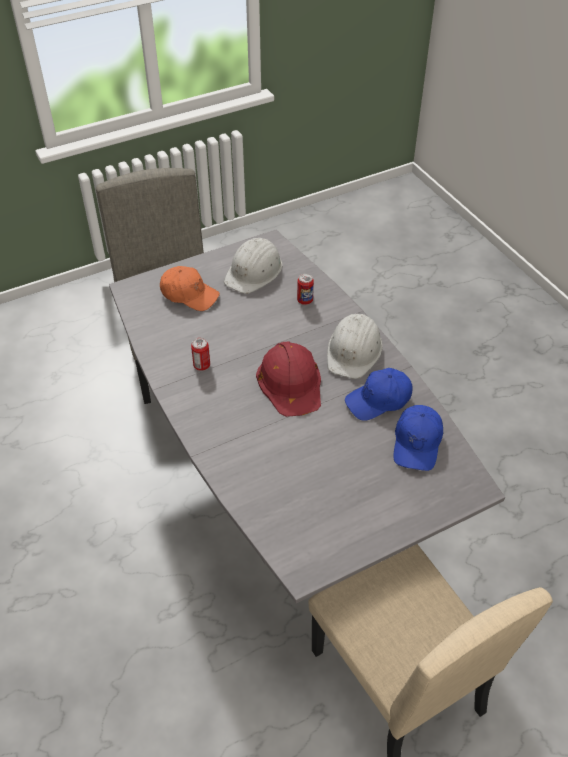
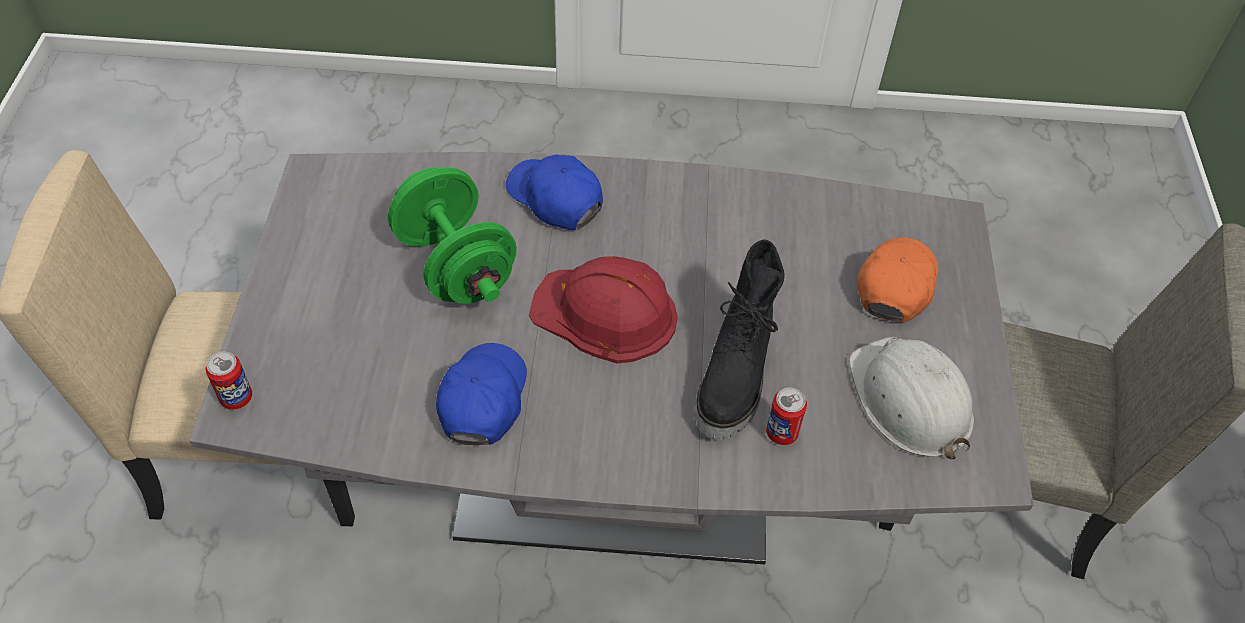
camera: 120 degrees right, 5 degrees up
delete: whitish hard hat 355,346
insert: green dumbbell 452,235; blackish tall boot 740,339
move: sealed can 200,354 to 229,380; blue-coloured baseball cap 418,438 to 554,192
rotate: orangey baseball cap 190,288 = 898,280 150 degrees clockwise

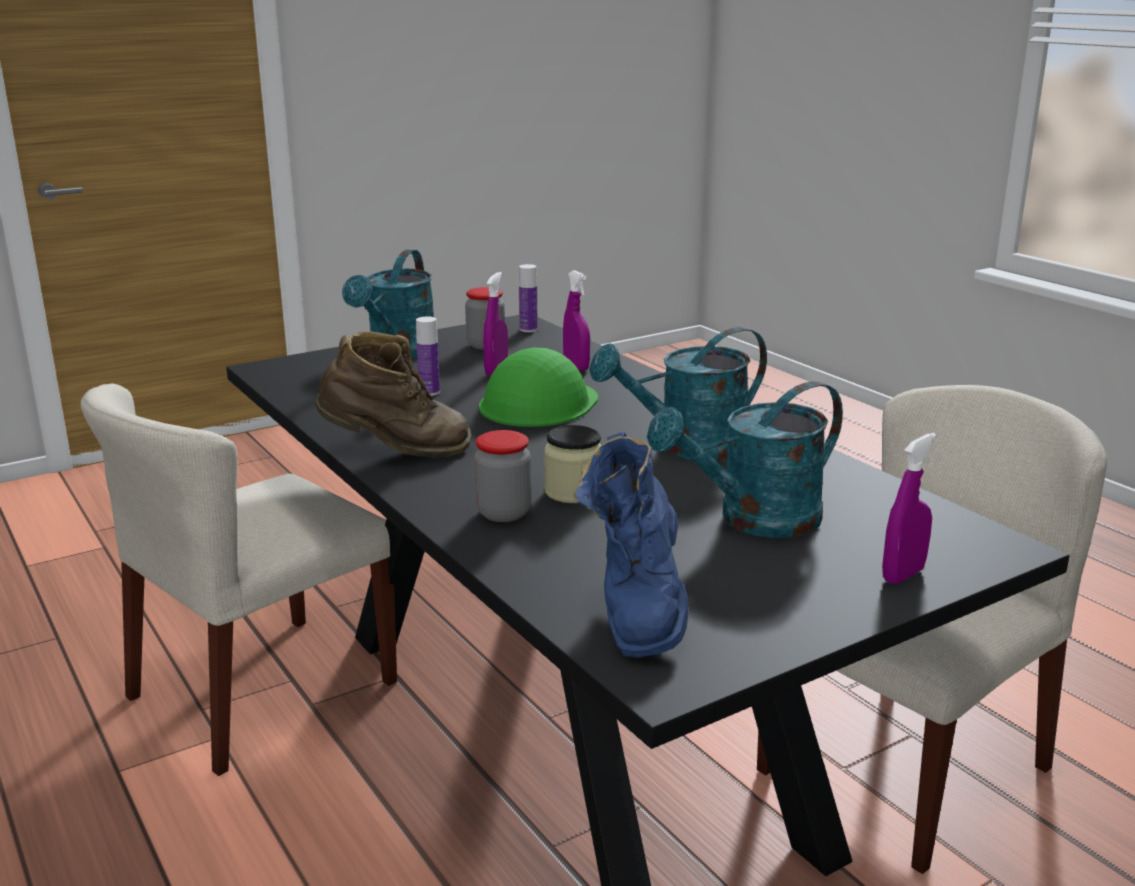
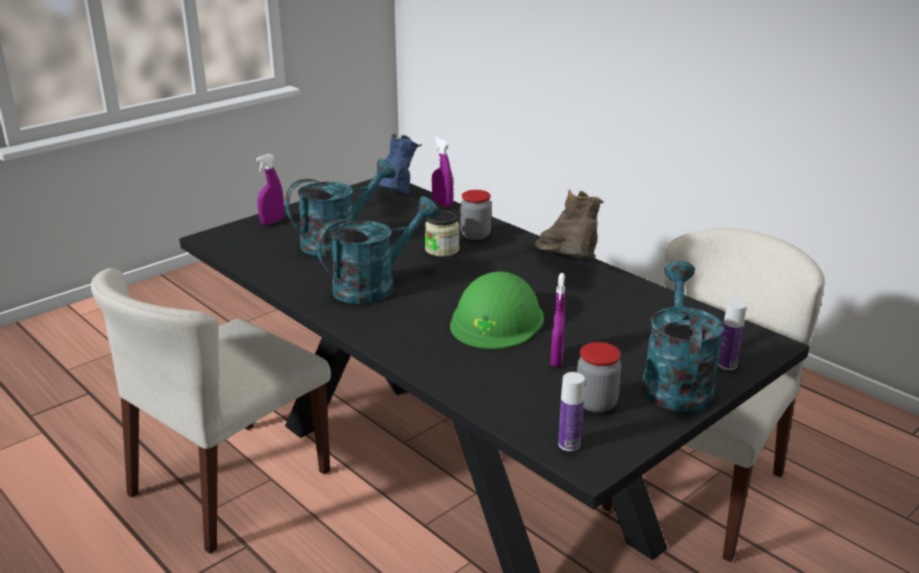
camera: 170 degrees right, 5 degrees up
move: drink bottle 428,356 to 732,335; purple-coloured hand sprayer 576,320 to 442,172
rotate: brownish tall boot 393,394 = 569,224 90 degrees clockwise

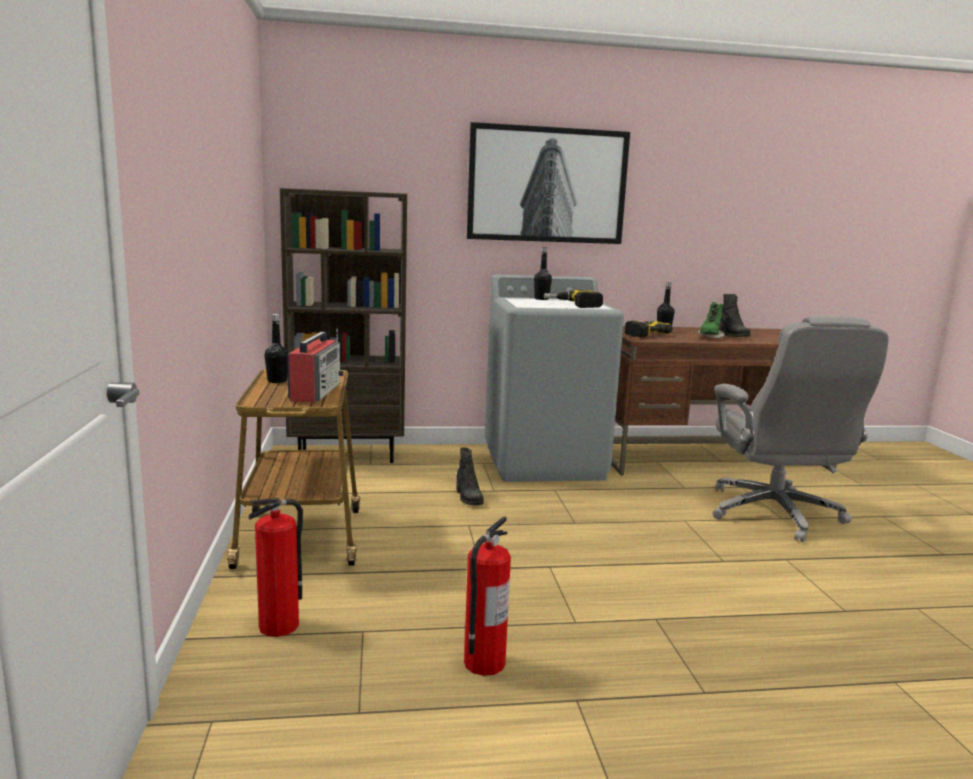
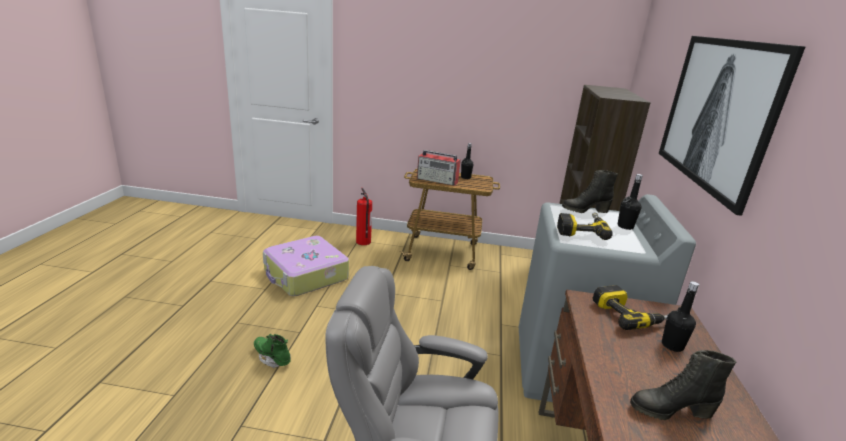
camera: 105 degrees right, 10 degrees up
move: blackish tall boot 470,476 to 590,191; green tall boot 710,320 to 272,351
replace: fire extinguisher 487,596 to suitcase 306,266

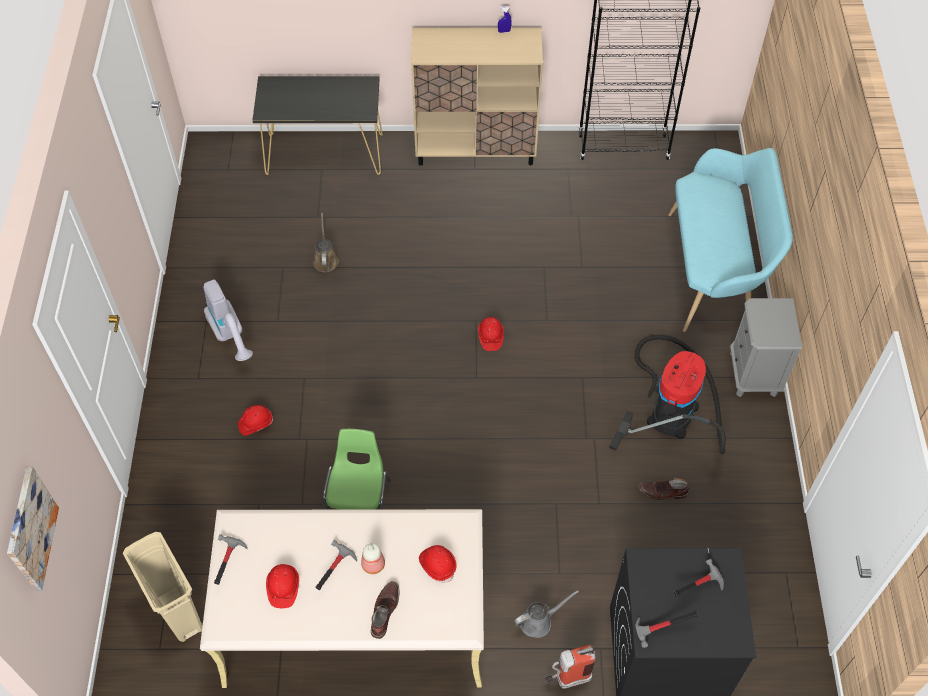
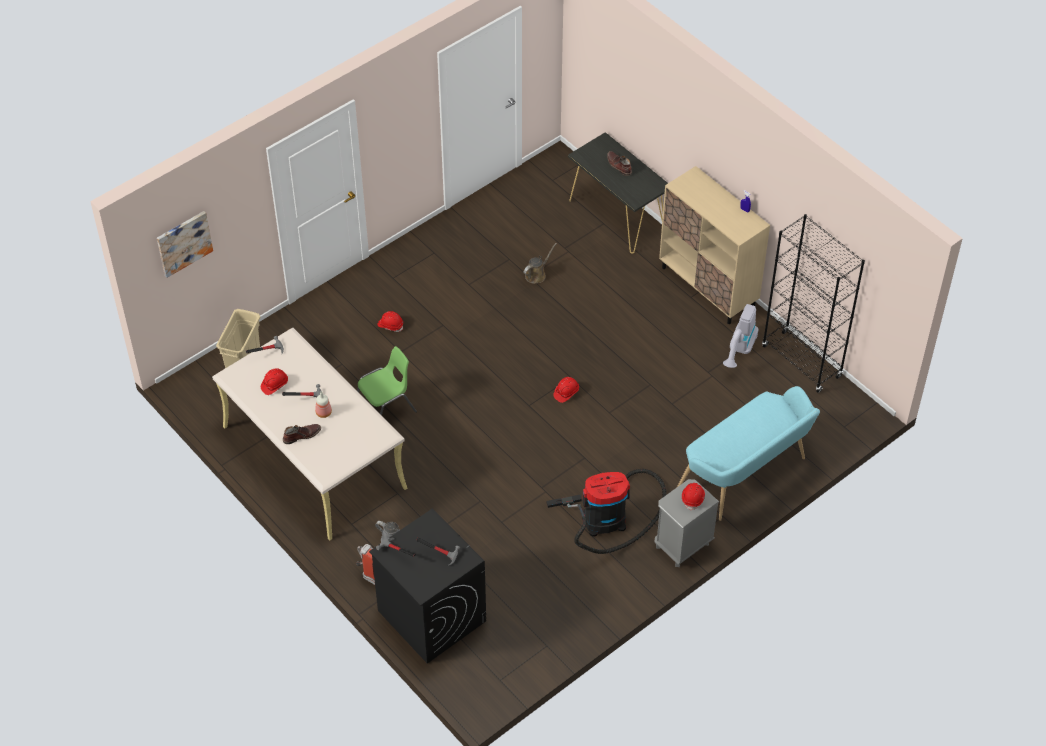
camera: 50 degrees right, 5 degrees down
move: vacuum cleaner 228,320 to 740,336; red-coloured hard hat 438,564 to 693,497; brownish tall boot 664,489 to 619,163

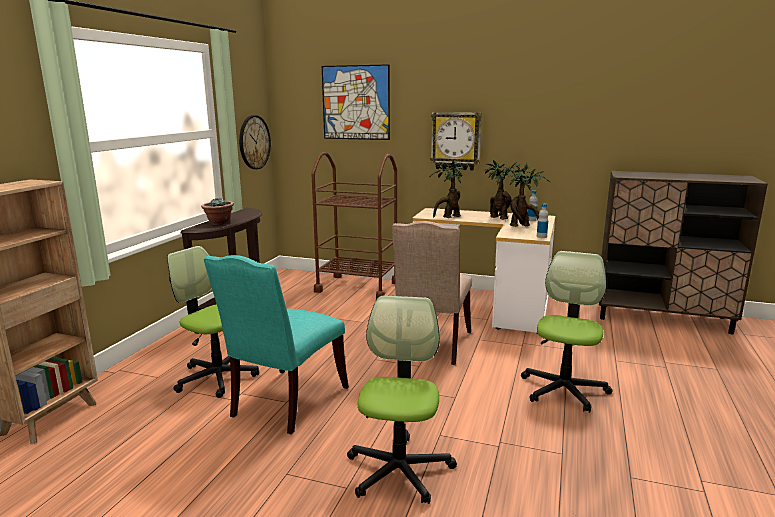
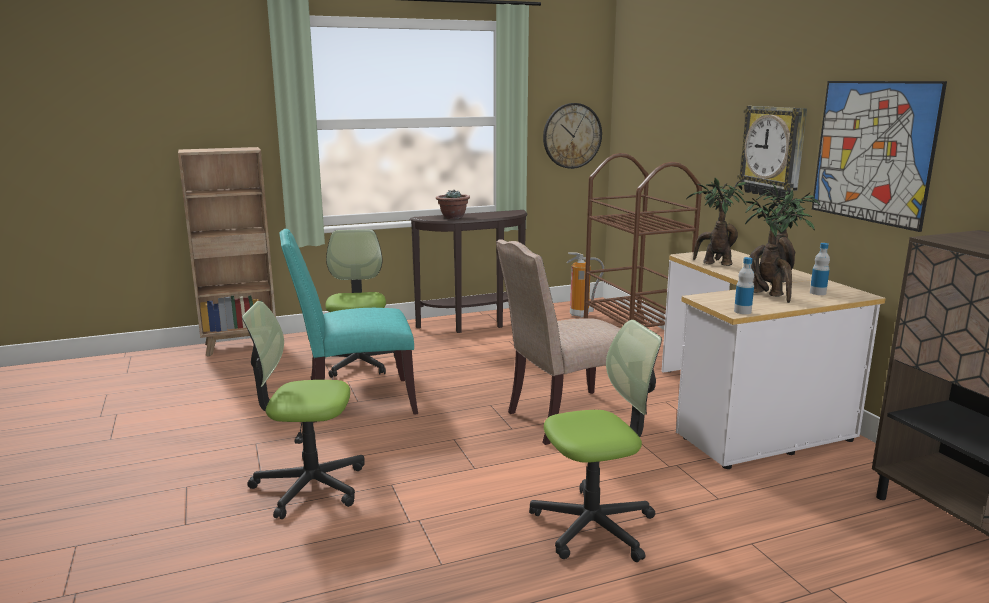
camera: 50 degrees right, 0 degrees up
insert: fire extinguisher 585,284
move: picture 356,102 to 879,156
rotate: computer chair 402,399 = 303,410 150 degrees counterclockwise

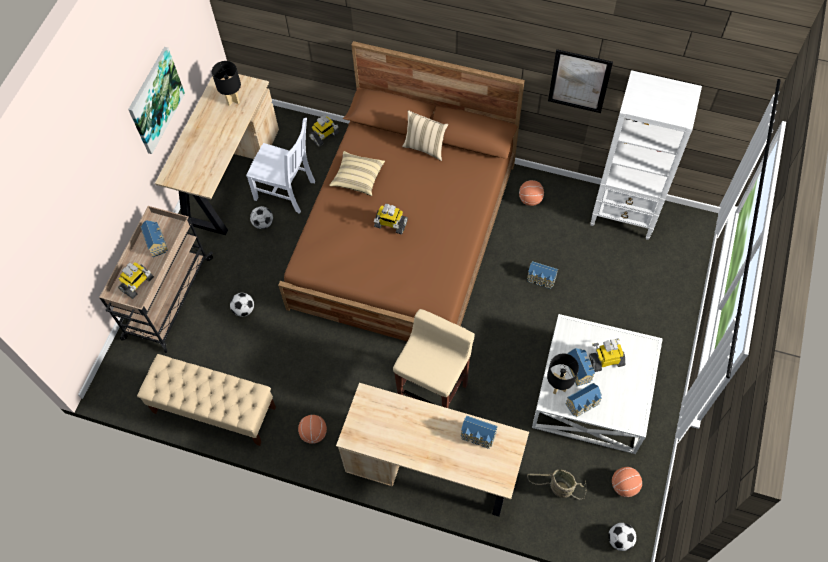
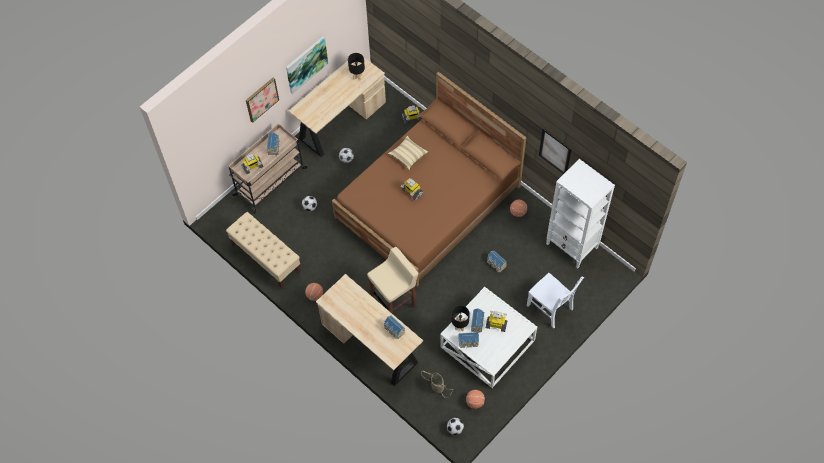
camera: 25 degrees right, 0 degrees up
delete: beige cushion 425,135
insert: picture 262,100
move: whitish plain chair 280,166 to 555,300

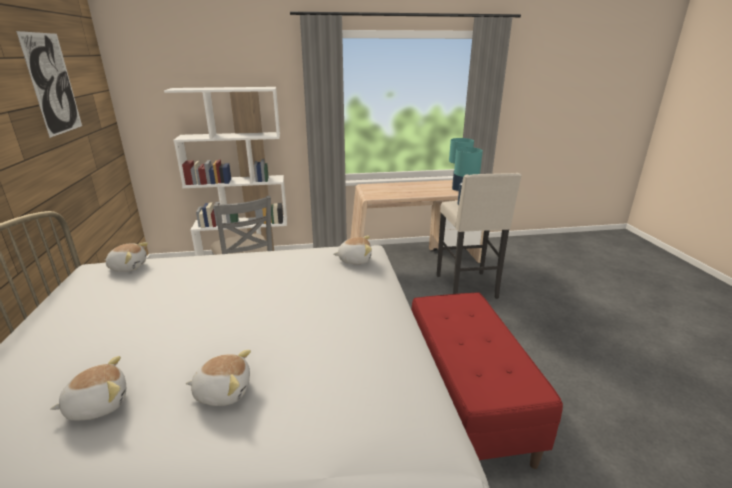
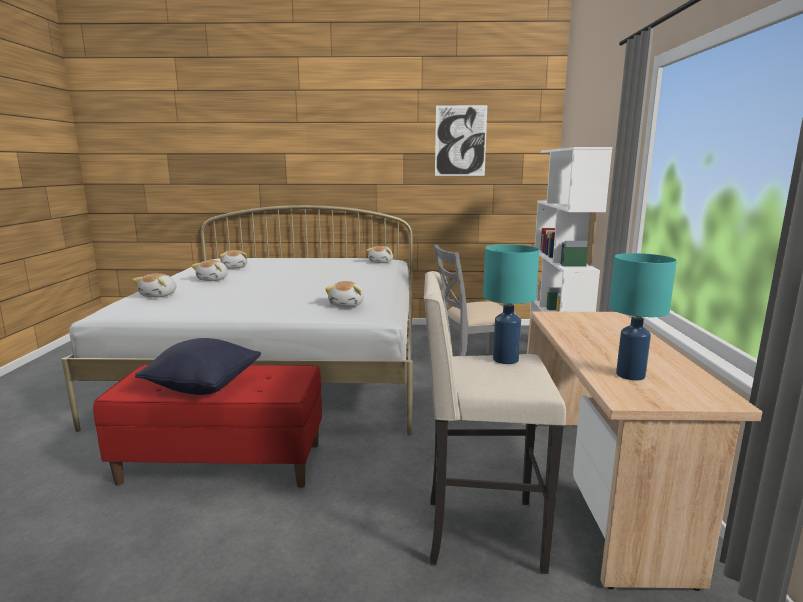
camera: 100 degrees right, 10 degrees down
insert: cuddly toy 154,285; blackish cushion 198,366

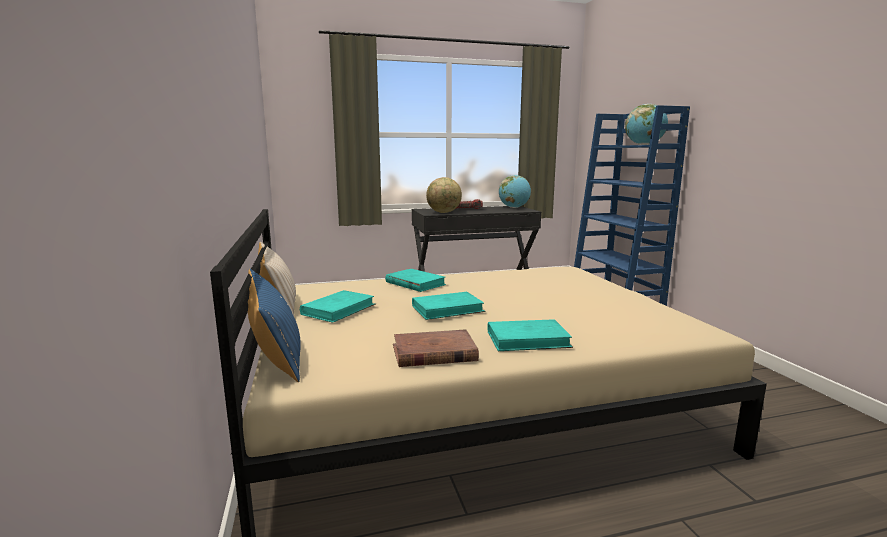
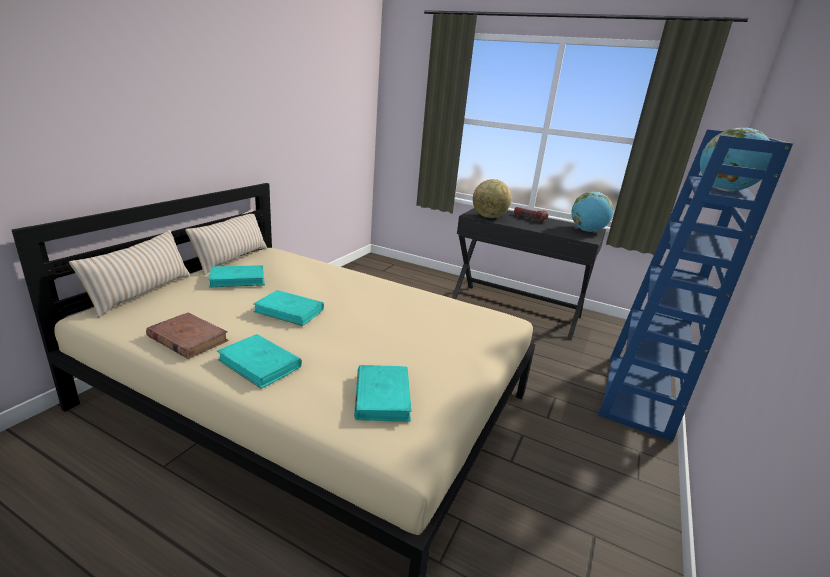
camera: 40 degrees right, 10 degrees up
move: blue-green book 415,280 to 383,393
recolor: blue-coloured cushion 274,325 to beige cushion 130,274

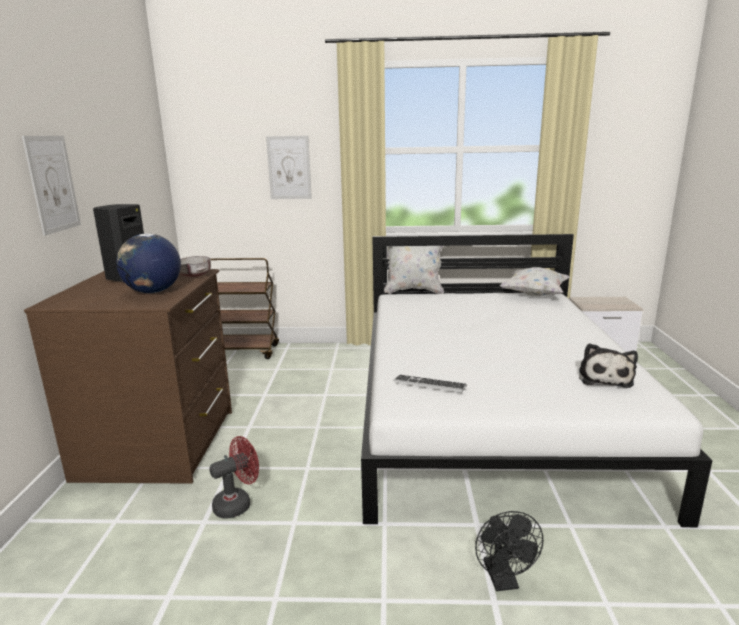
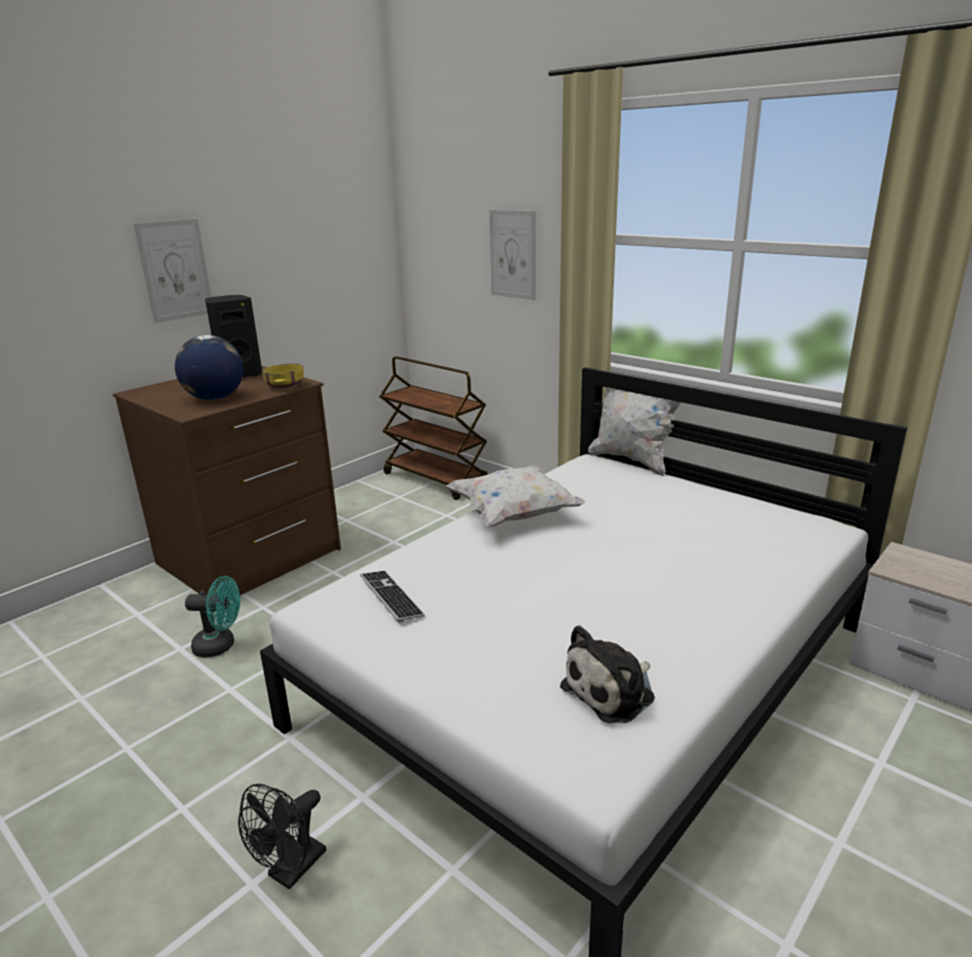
camera: 40 degrees right, 5 degrees up
move: whitish cushion 534,281 to 516,496
recolor: grey deep dish 195,266 to yellowish deep dish 283,376; red-coloured electric fan 234,477 to blue-green electric fan 212,616

